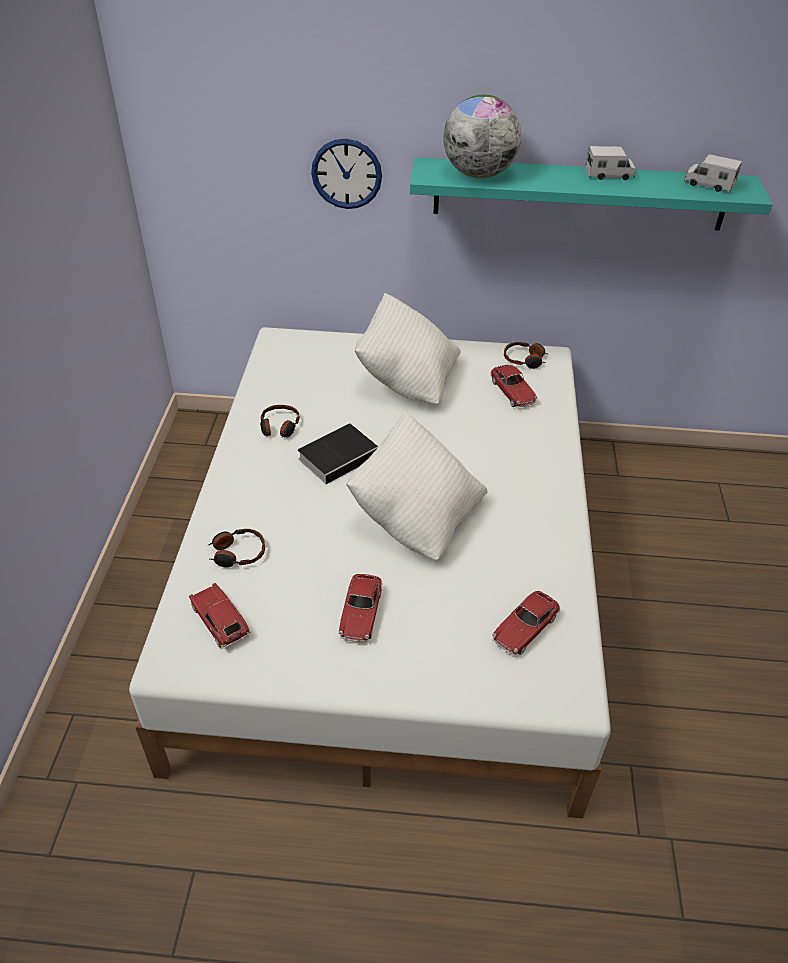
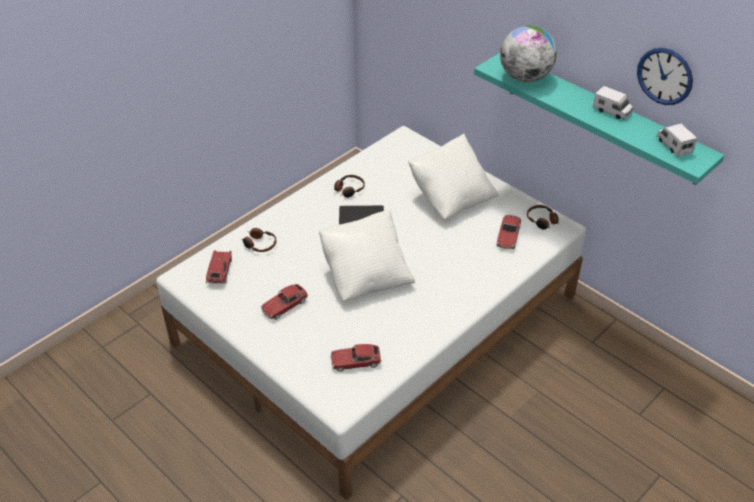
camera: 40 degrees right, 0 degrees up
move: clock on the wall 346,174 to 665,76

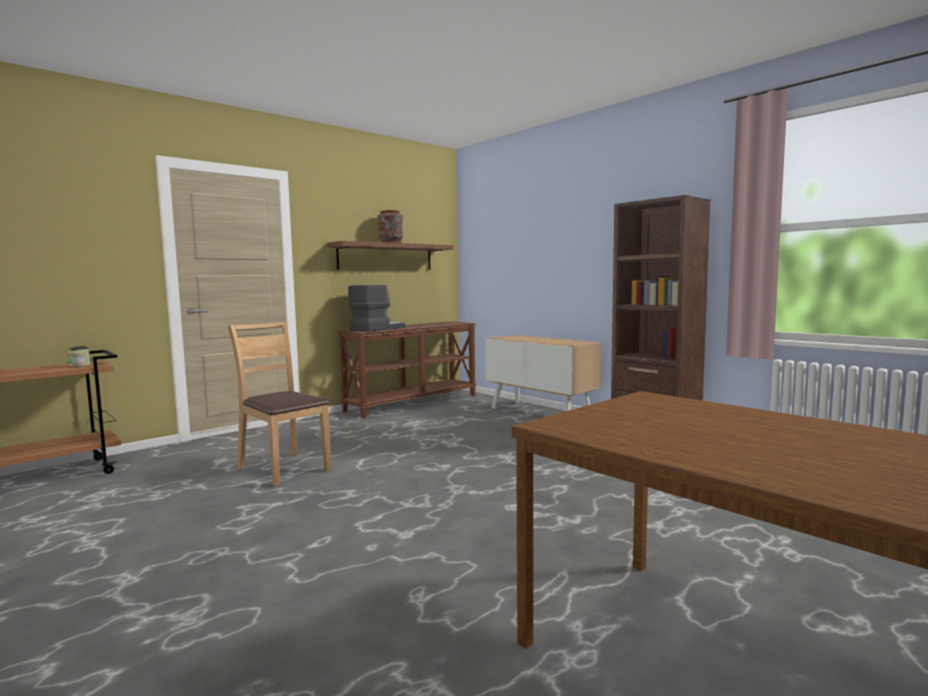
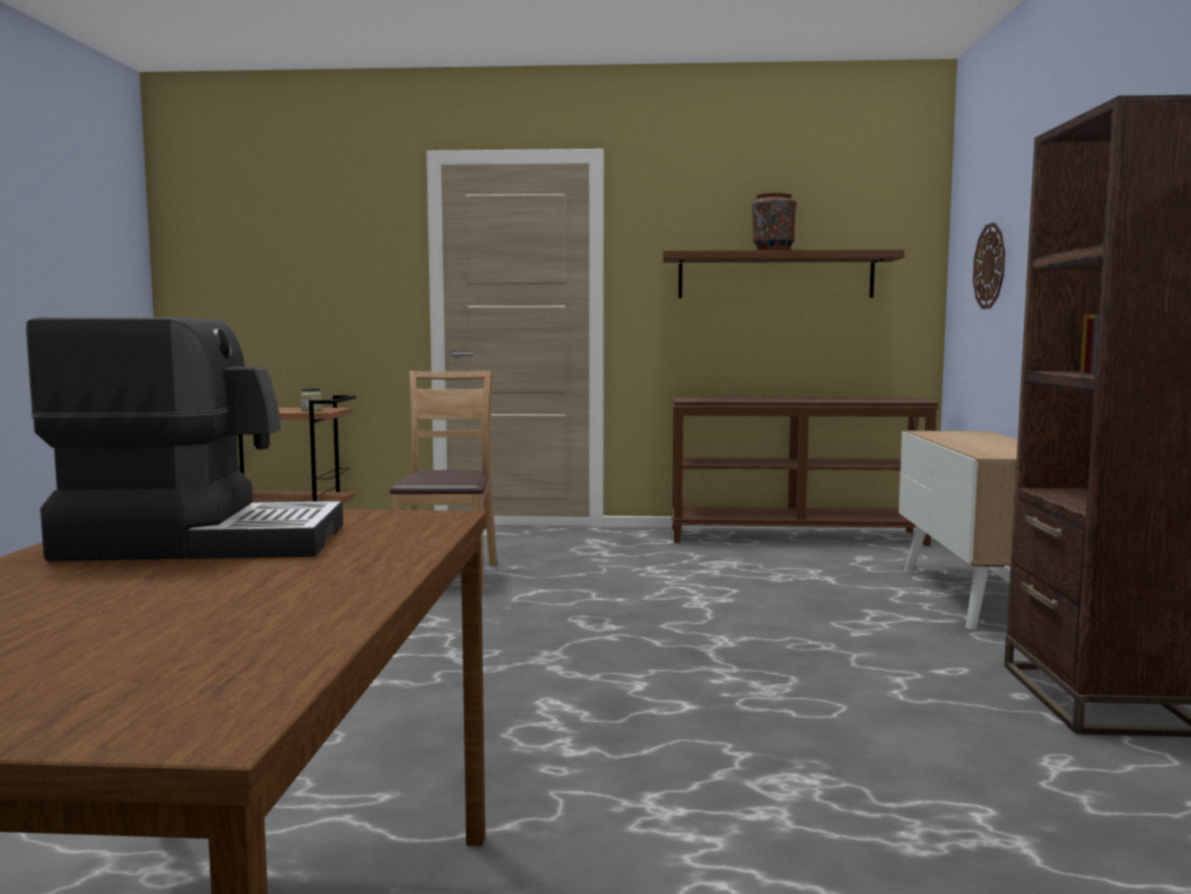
camera: 45 degrees right, 0 degrees up
insert: clock on the wall 989,265
move: coffee machine 376,308 to 184,439

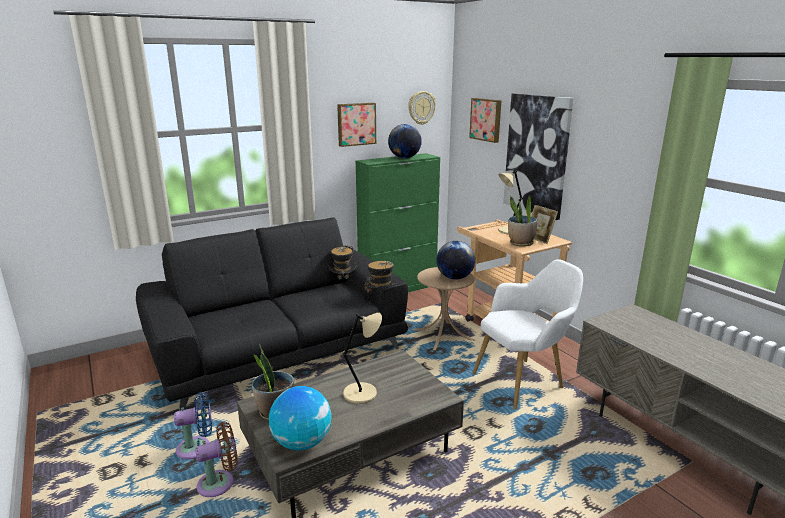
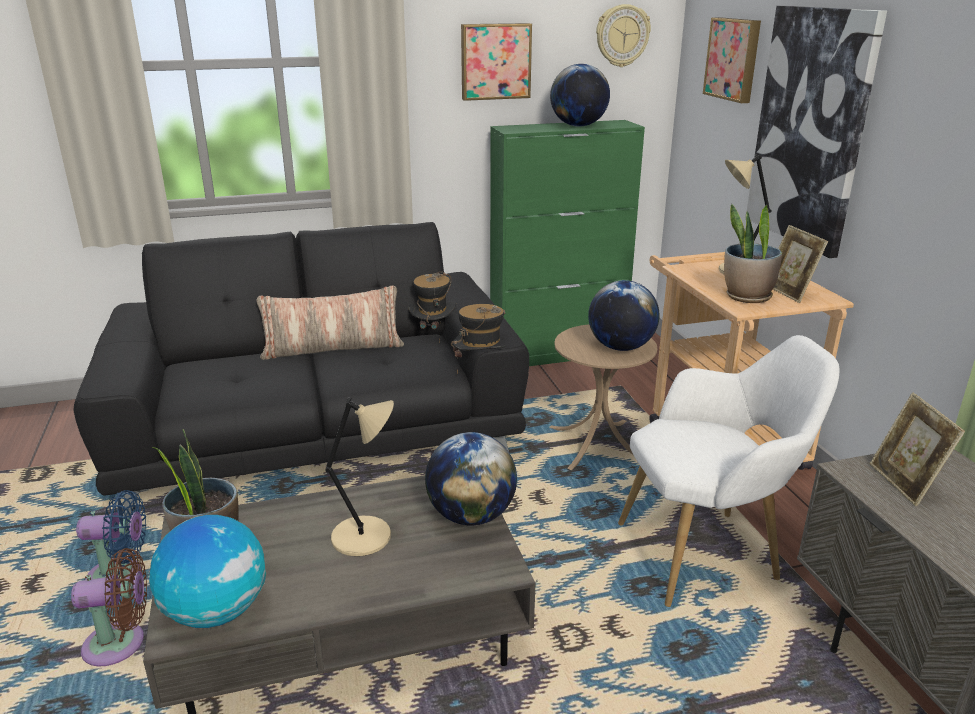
camera: 15 degrees right, 5 degrees up
insert: cushion 330,322; globe 471,478; photo frame 917,449

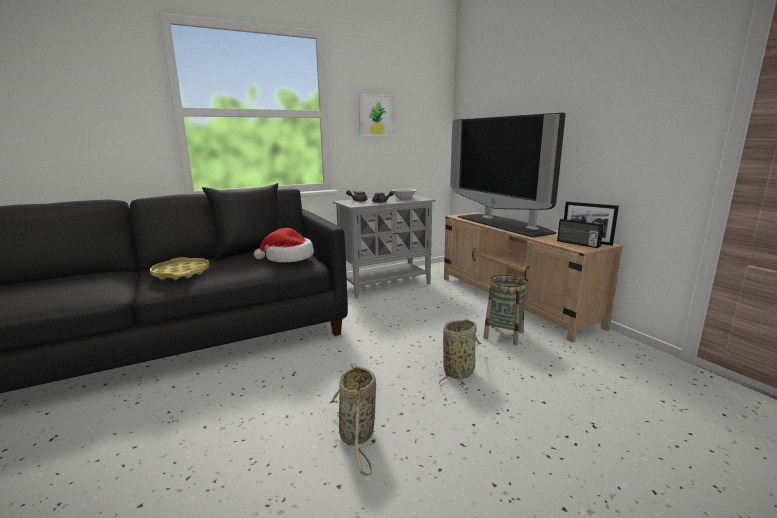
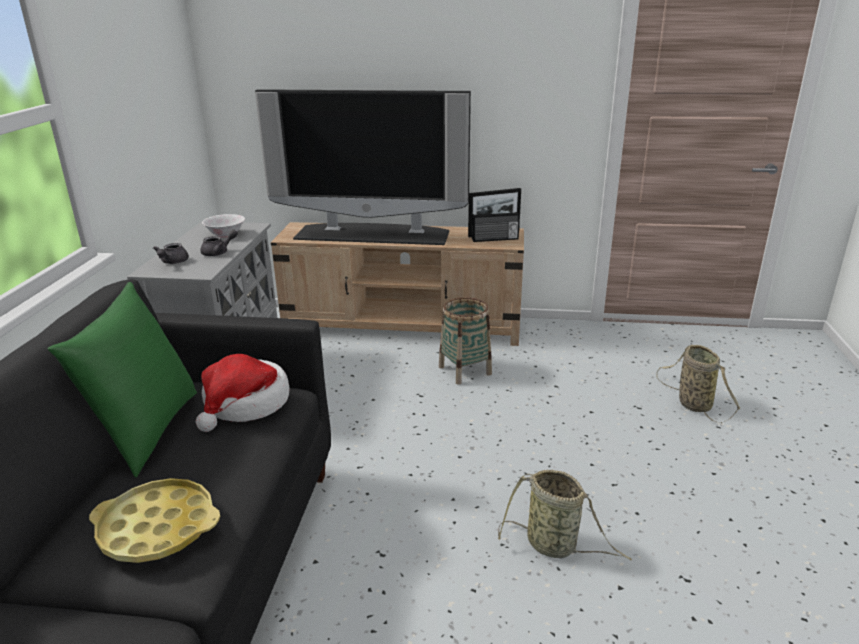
camera: 55 degrees left, 10 degrees up
delete: picture 376,115
move: basket 460,352 to 698,384
recolor: blackish cushion 241,222 to green cushion 122,379

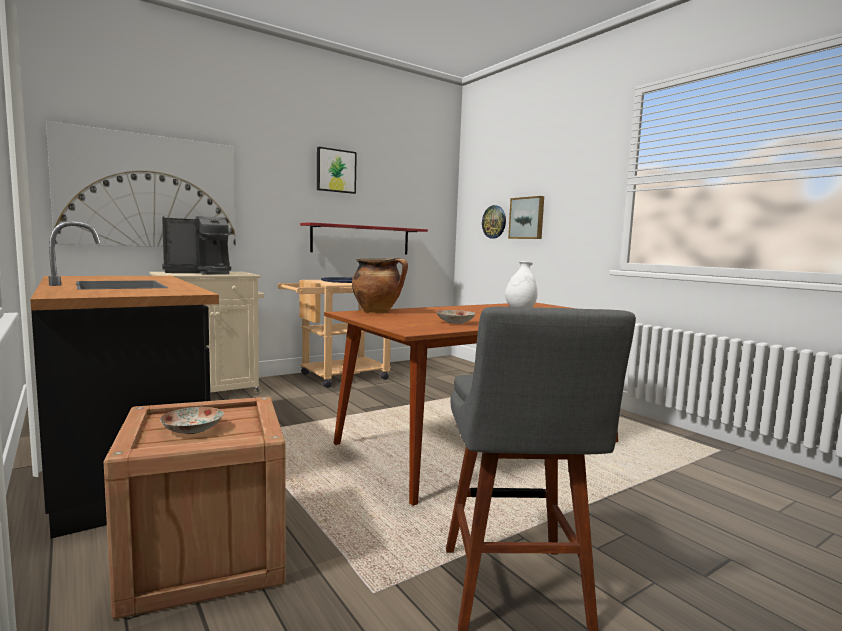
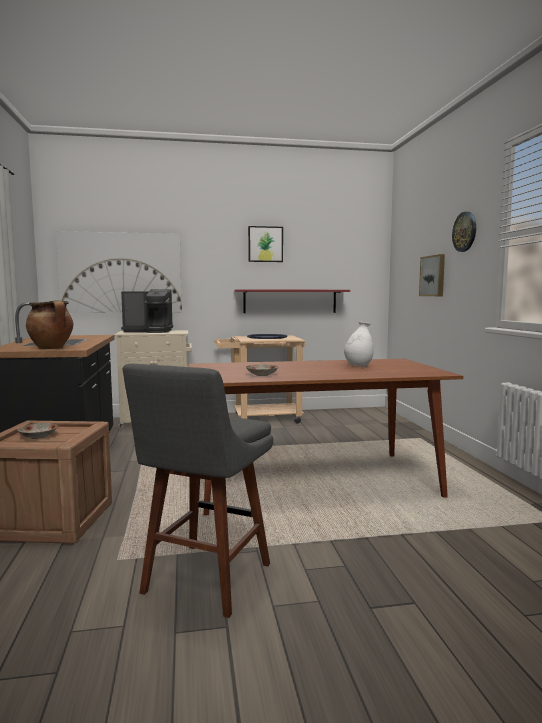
camera: 25 degrees right, 0 degrees up
move: stockpot 380,285 to 49,324; clock on the wall 494,221 to 464,232

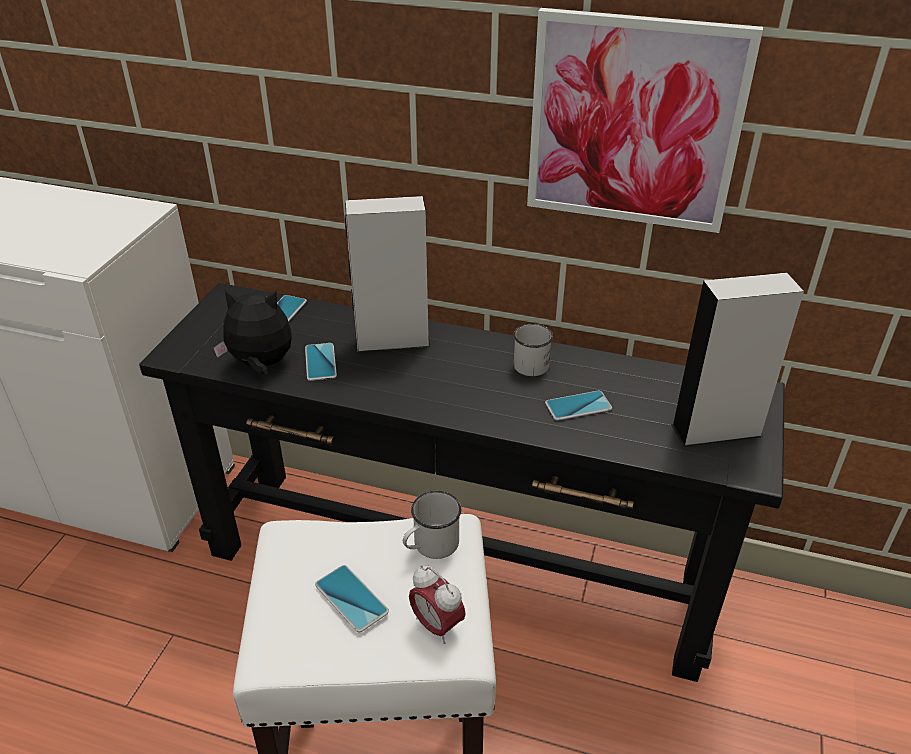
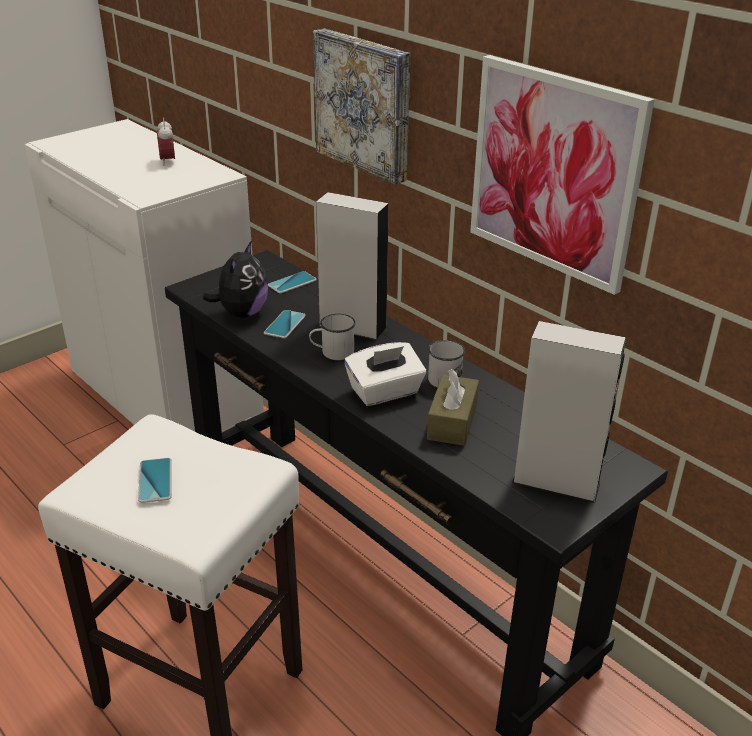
camera: 30 degrees right, 5 degrees down
insert: picture 361,106; whitish tissue box 385,374
move: whitish tea mug 432,525 to 332,337; bedside clock 437,604 to 166,142
replace: handset 578,406 to brownish tissue box 453,407
rotate: cuddly toy 252,331 = 235,280 75 degrees clockwise

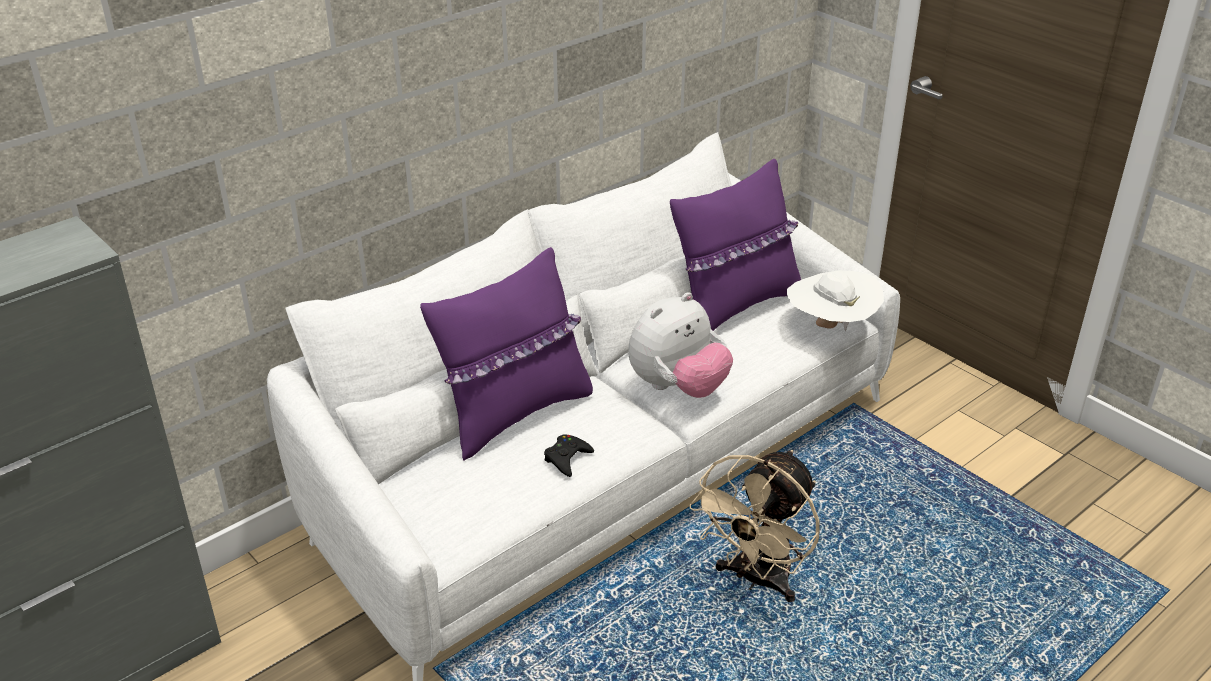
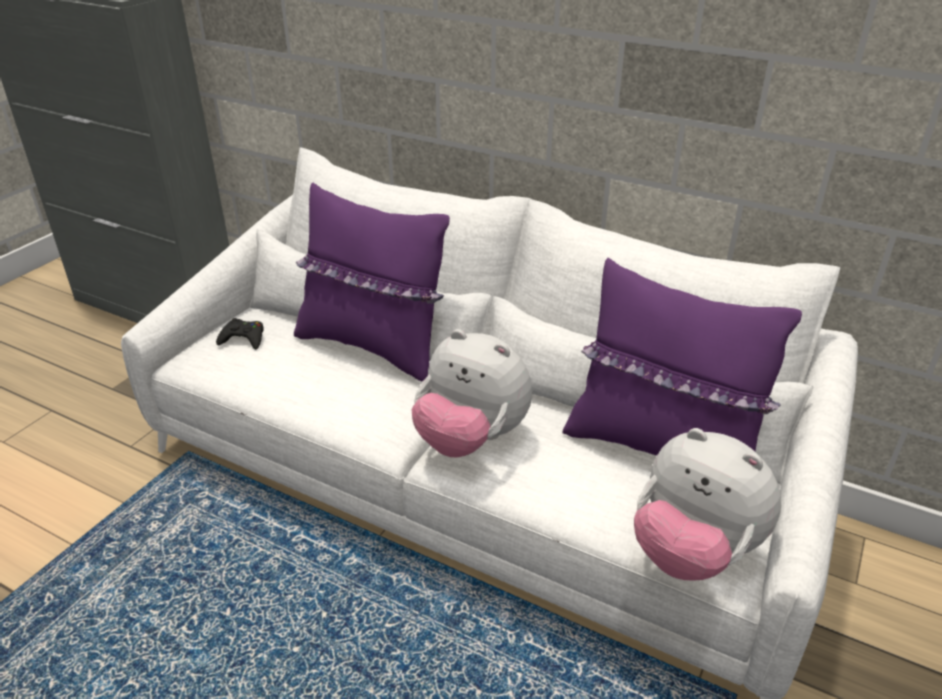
camera: 70 degrees right, 0 degrees up
delete: beige electric fan 754,526
move: blackish gamepad 569,455 to 239,334
replace: whitish wearable hat 835,301 to cuddly toy 707,504

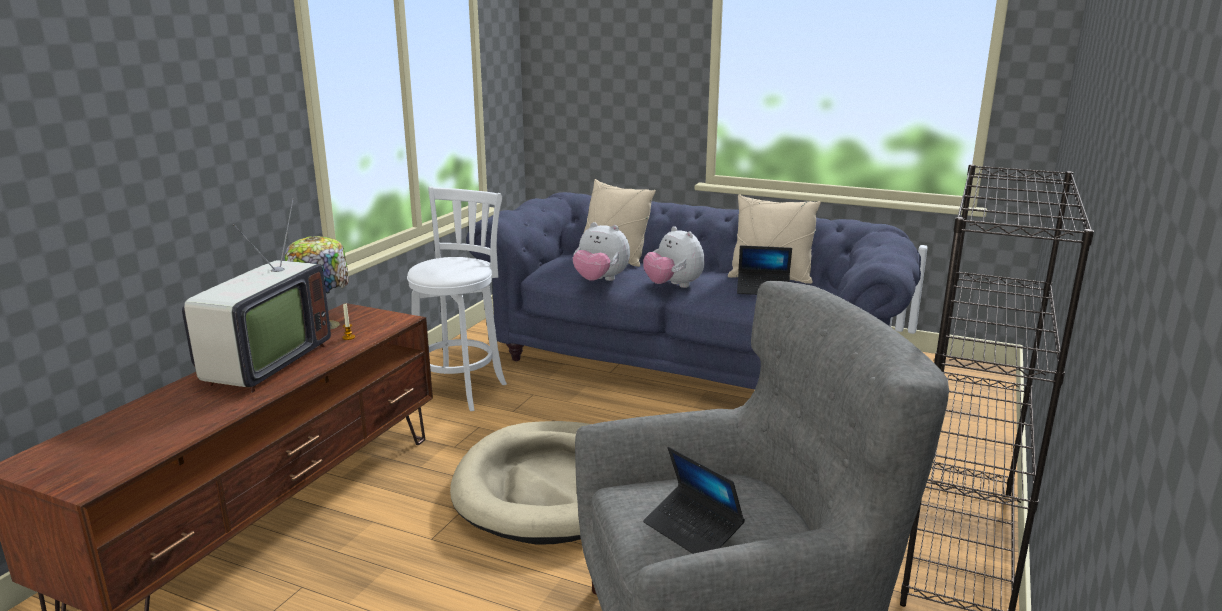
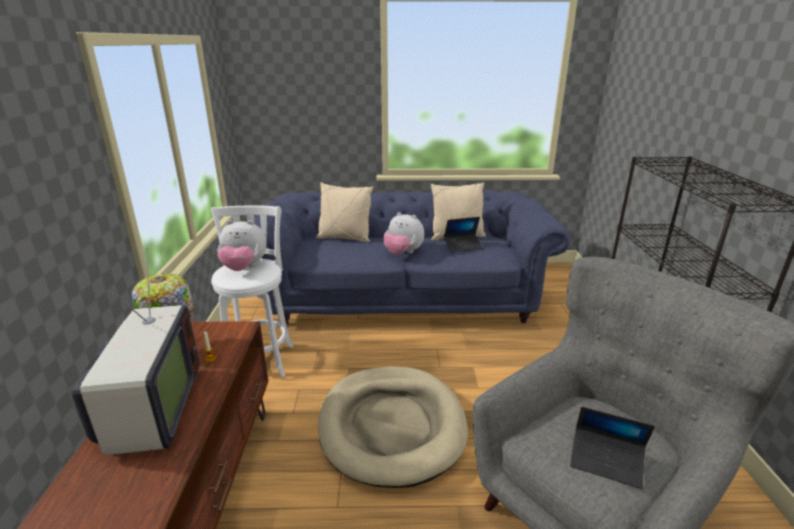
camera: 25 degrees left, 5 degrees up
move: cuddly toy 601,251 to 242,245

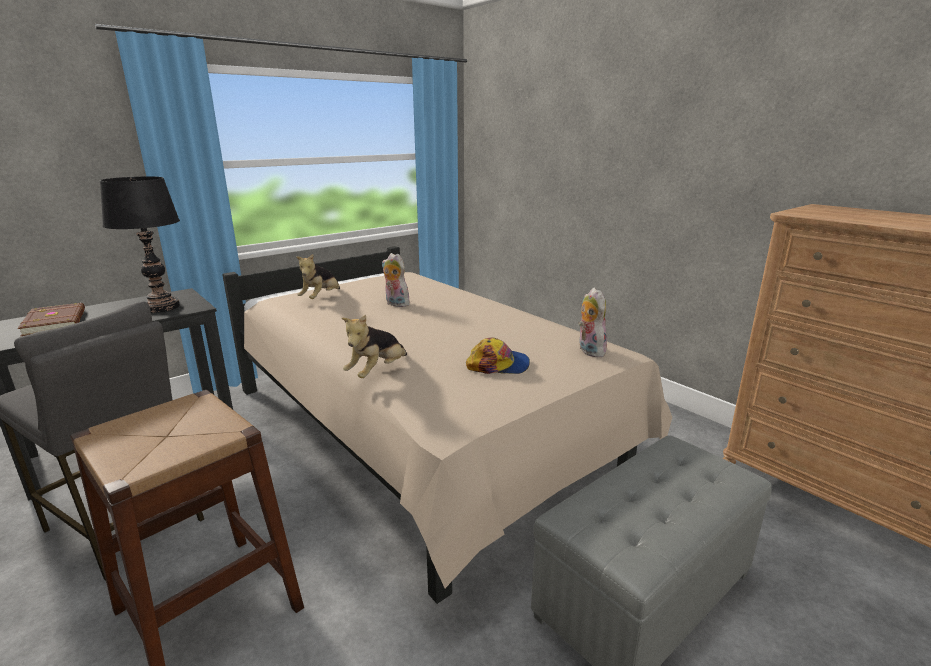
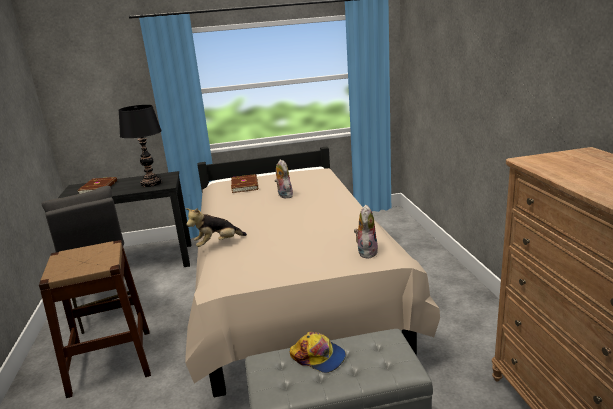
camera: 30 degrees right, 0 degrees up
move: baseball cap 498,355 to 318,352
replace: cuddly toy 318,276 to brownish book 244,183

